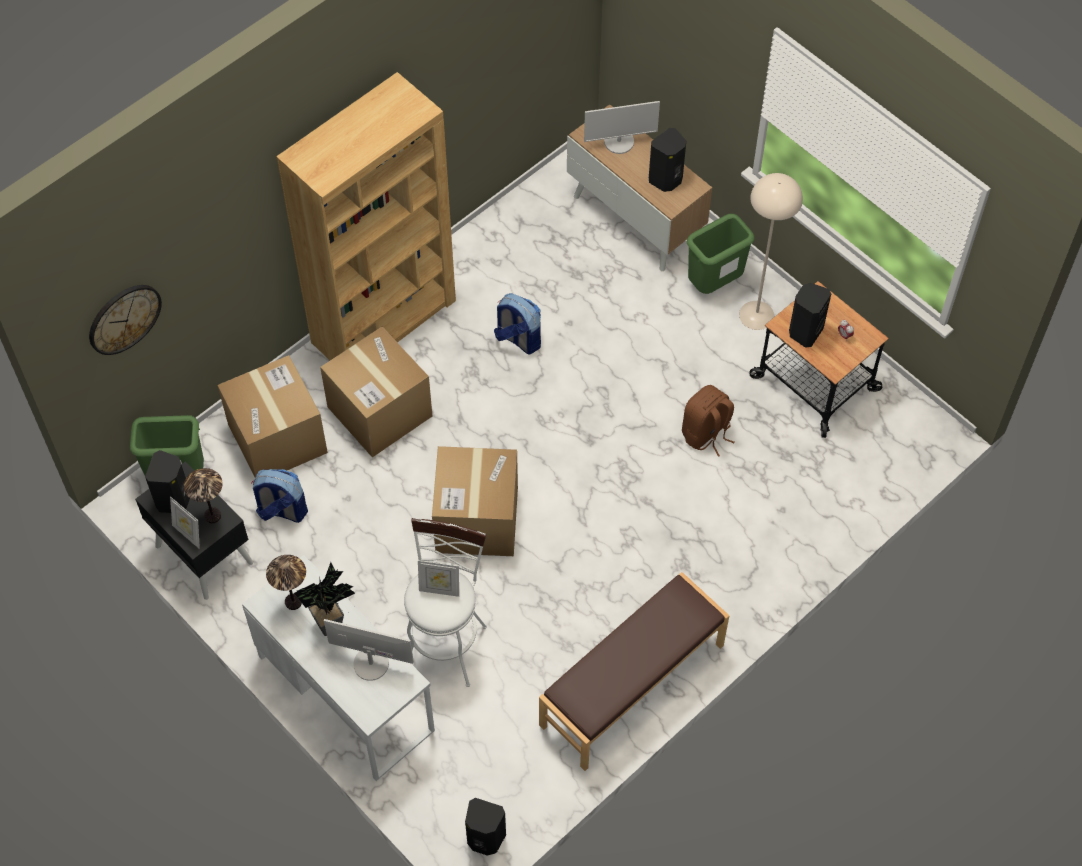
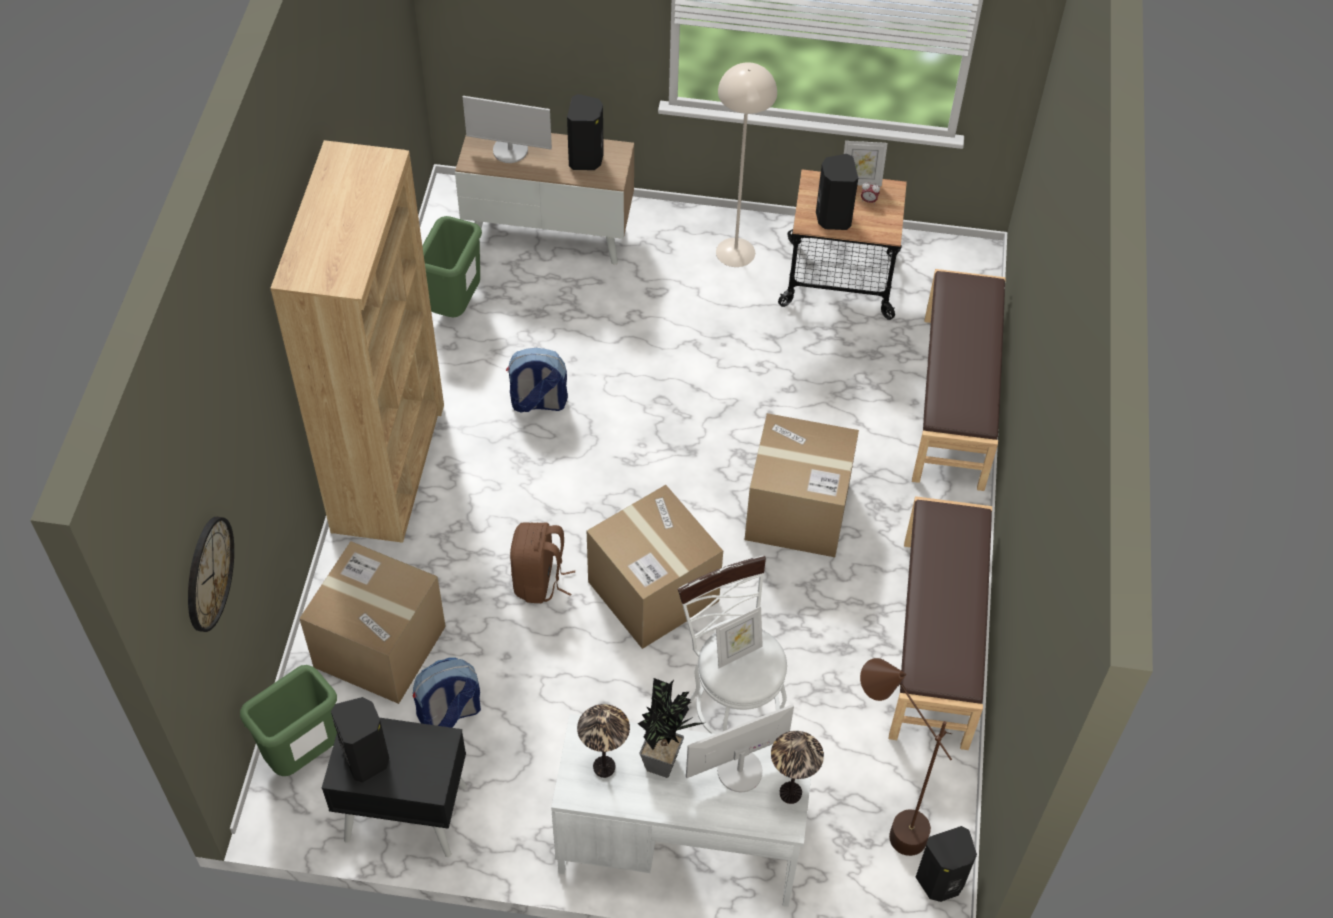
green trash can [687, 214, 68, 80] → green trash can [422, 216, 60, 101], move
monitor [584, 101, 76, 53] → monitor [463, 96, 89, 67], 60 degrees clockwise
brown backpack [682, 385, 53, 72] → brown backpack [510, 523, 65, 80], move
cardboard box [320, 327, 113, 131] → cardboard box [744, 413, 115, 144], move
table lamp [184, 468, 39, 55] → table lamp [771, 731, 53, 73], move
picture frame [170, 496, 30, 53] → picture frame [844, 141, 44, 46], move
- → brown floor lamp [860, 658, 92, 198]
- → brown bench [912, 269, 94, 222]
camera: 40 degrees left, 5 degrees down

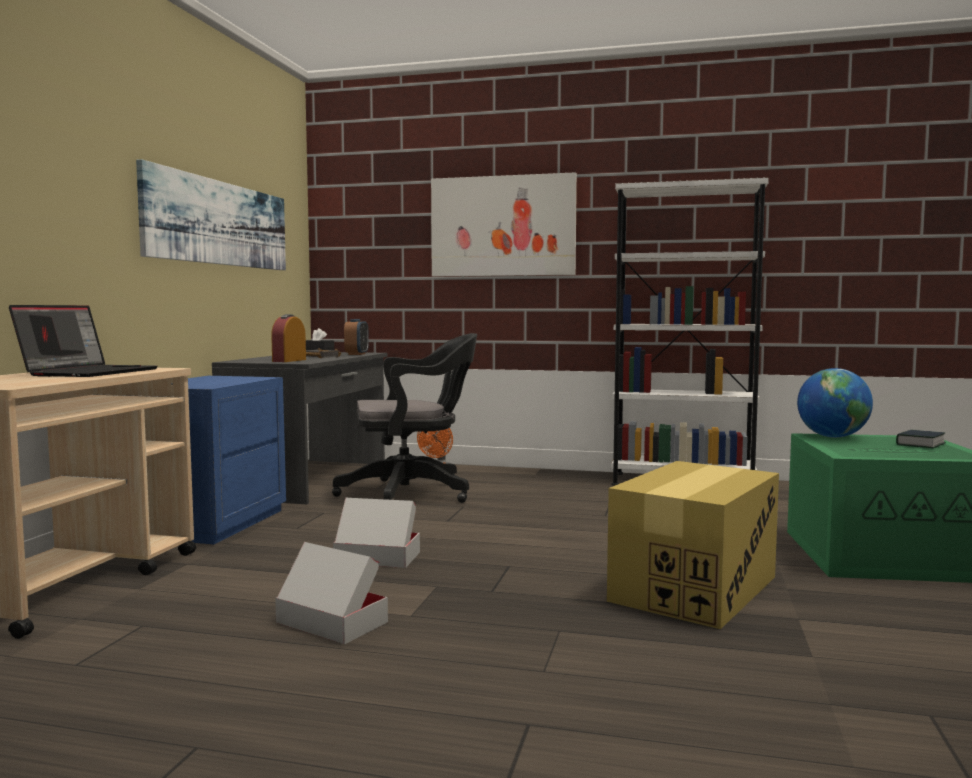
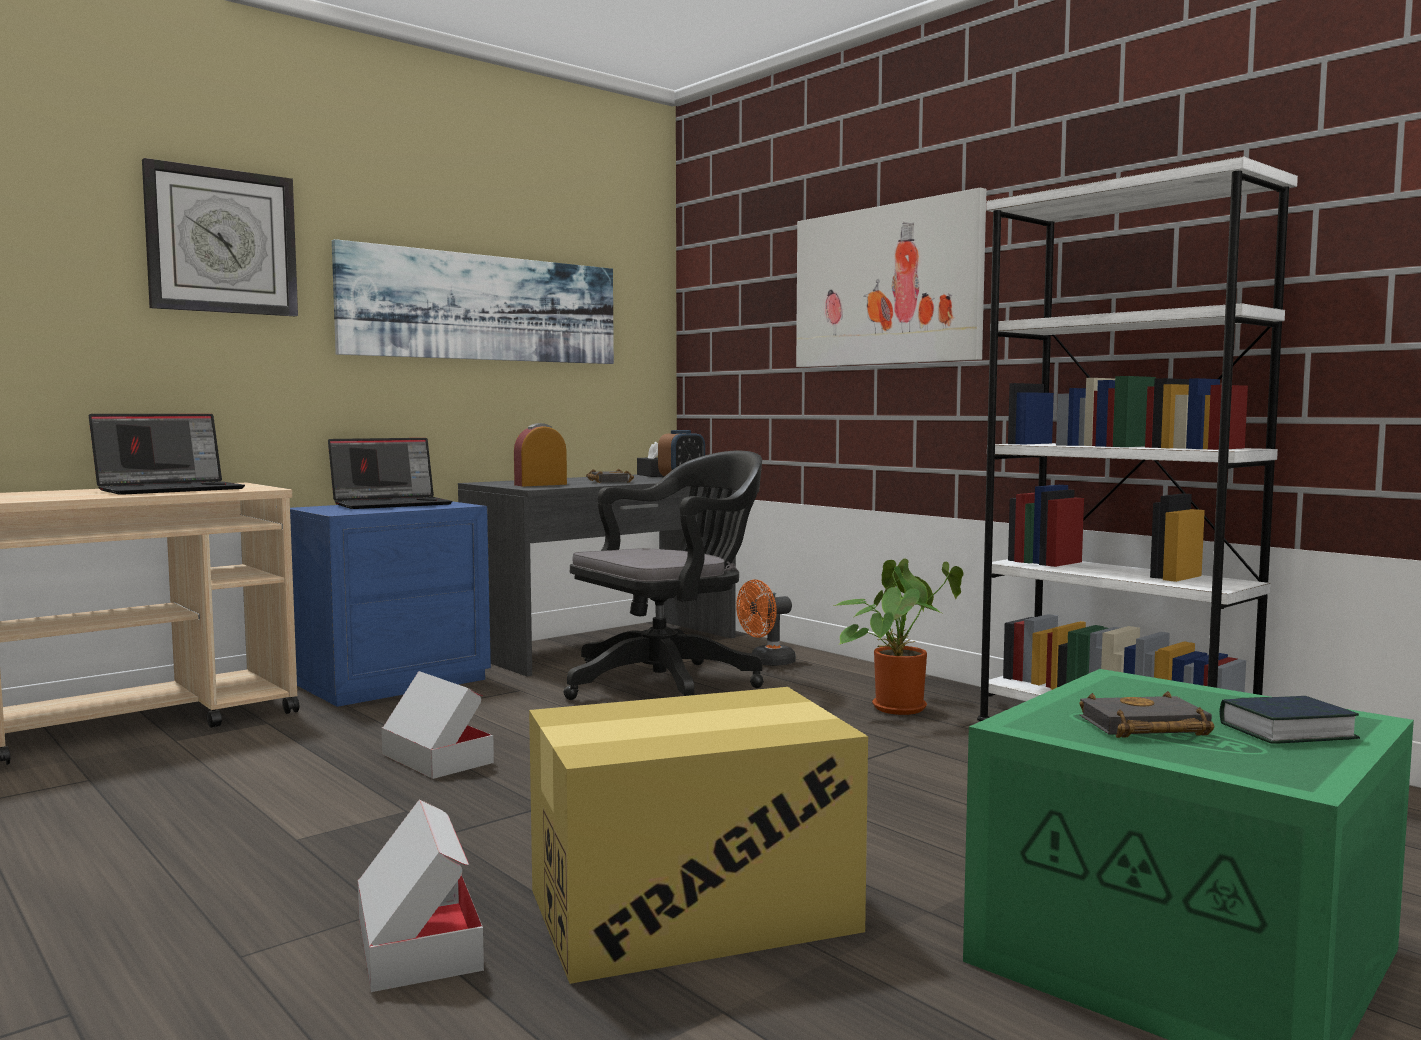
- → wall clock [142, 158, 156, 158]
- → laptop [328, 438, 124, 71]
cardboard box [275, 542, 113, 102] → cardboard box [358, 799, 126, 193], move
black office chair [332, 333, 145, 170] → black office chair [564, 451, 200, 249], 60 degrees counterclockwise
- → potted plant [833, 559, 131, 156]
- → black book [1080, 691, 134, 47]
globe [797, 368, 76, 70] → -
camera: 35 degrees right, 0 degrees up

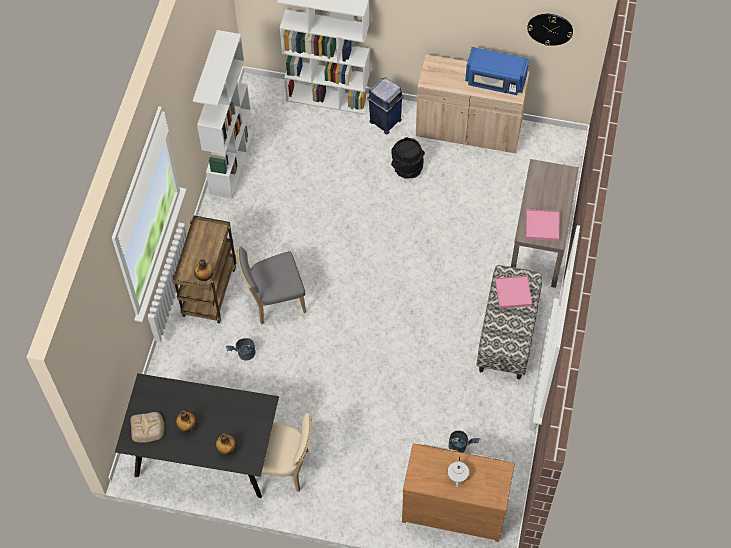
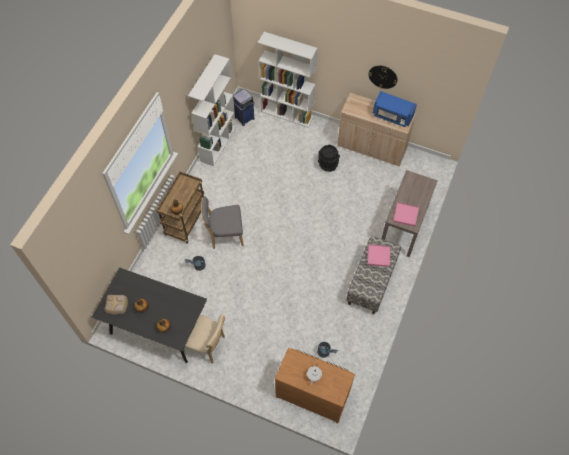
blue trash can [367, 77, 37, 57] → blue trash can [233, 89, 22, 37], move
wall clock [527, 14, 46, 32] → wall clock [369, 65, 28, 24], move
camera: 10 degrees right, 0 degrees up

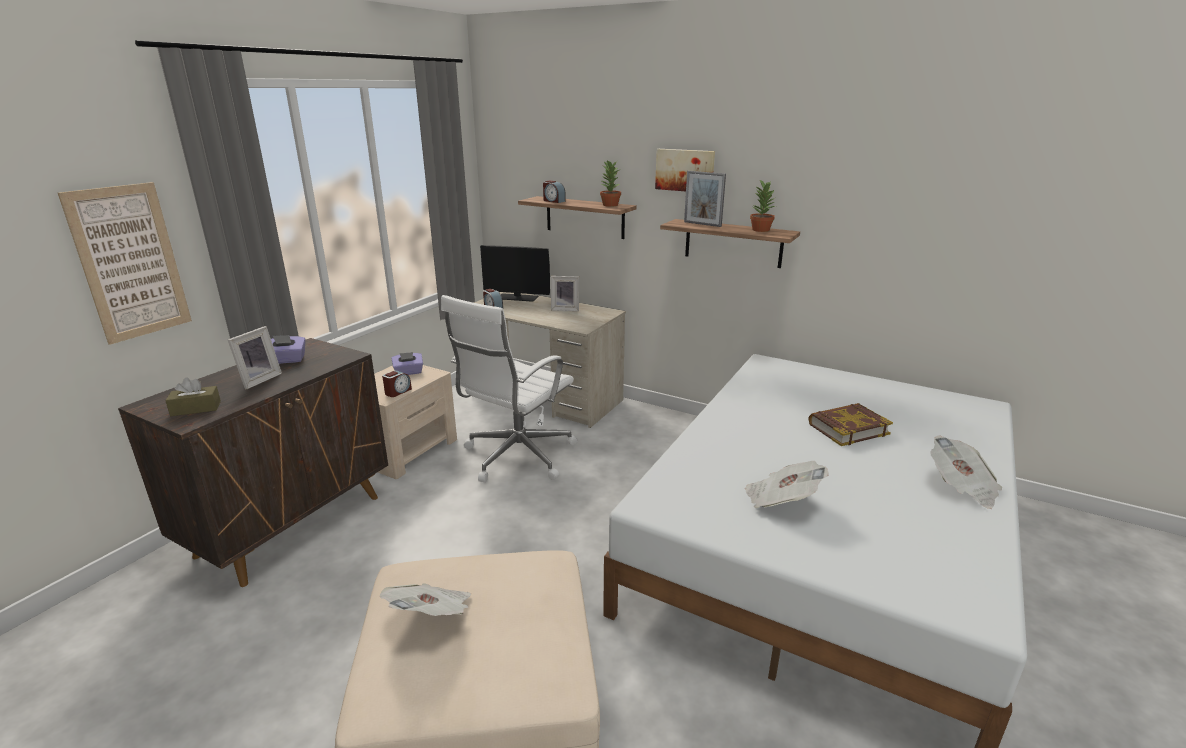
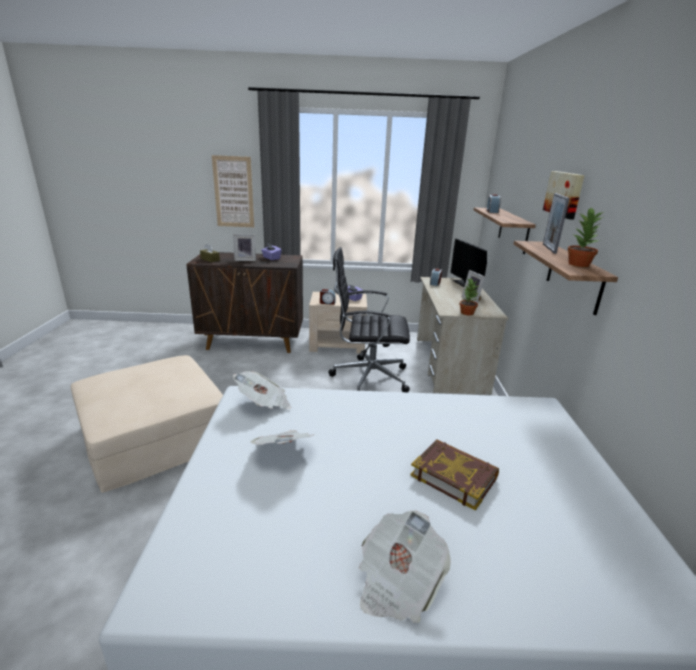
newspaper [380, 583, 91, 33] → newspaper [233, 371, 58, 38], move
white office chair [441, 295, 137, 187] → black office chair [328, 247, 82, 145]
potted plant [600, 160, 21, 47] → potted plant [460, 279, 18, 36], move
camera: 60 degrees right, 0 degrees up

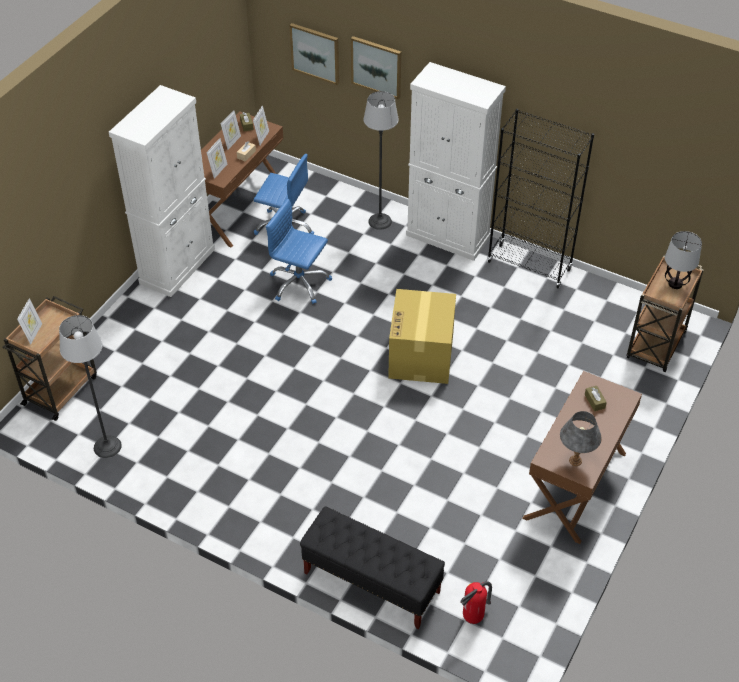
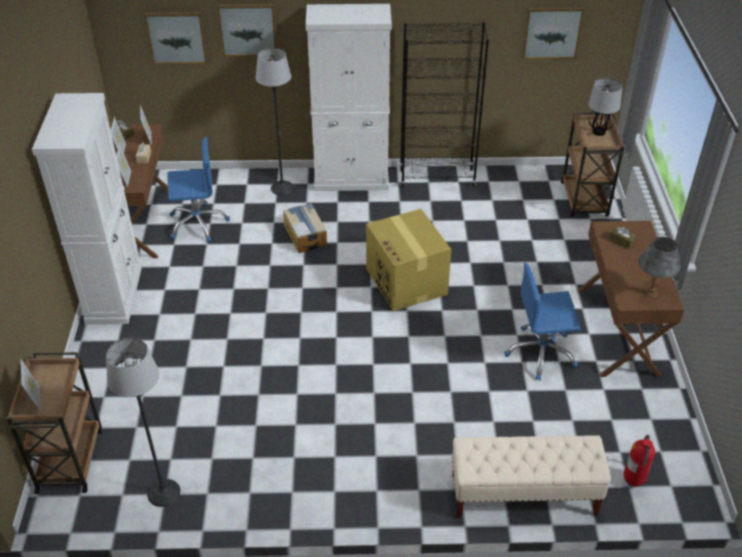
- → cardboard box [283, 203, 44, 50]
black bench [300, 506, 145, 123] → beige bench [452, 435, 159, 83]
blue office chair [266, 199, 66, 105] → blue office chair [504, 263, 78, 117], move
- → picture [522, 7, 62, 53]
camera: 30 degrees left, 5 degrees down

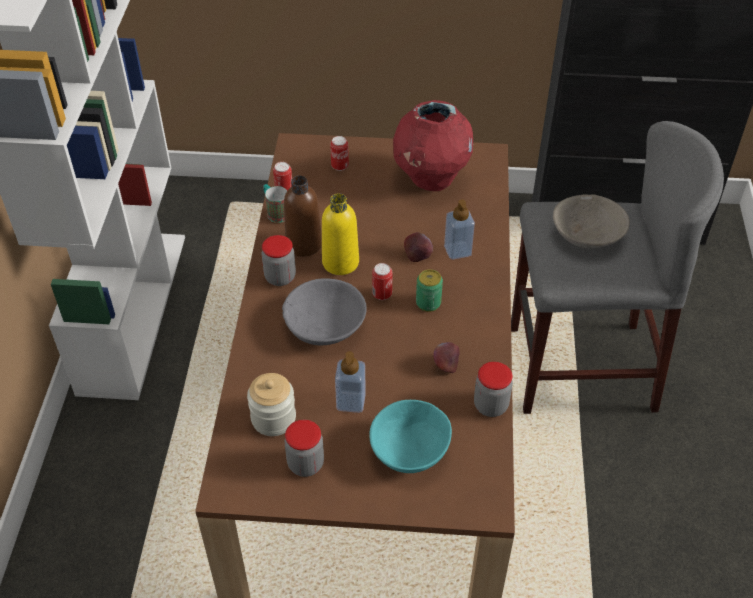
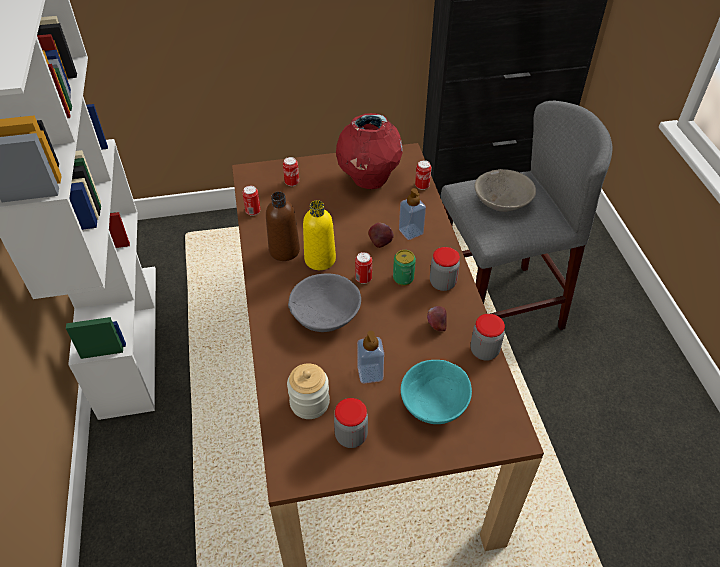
- → can [415, 160, 16, 30]
jar [261, 235, 35, 51] → jar [430, 247, 30, 44], move
mug [263, 184, 24, 39] → -
camera: 15 degrees left, 0 degrees up

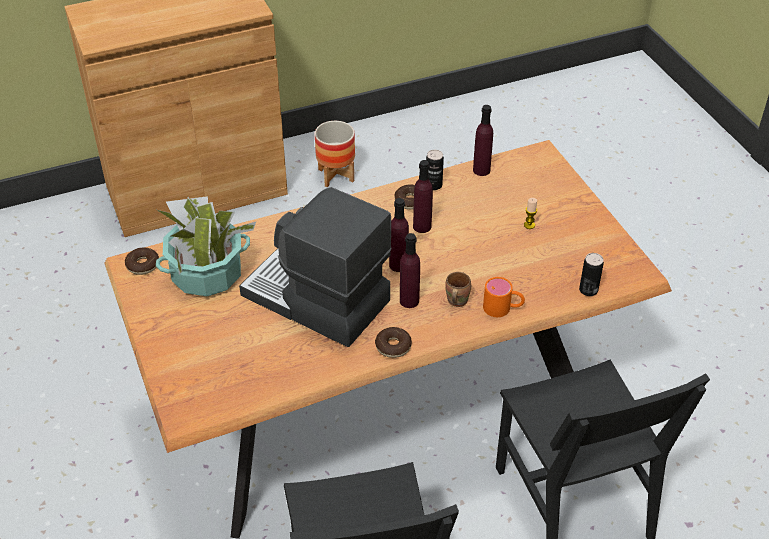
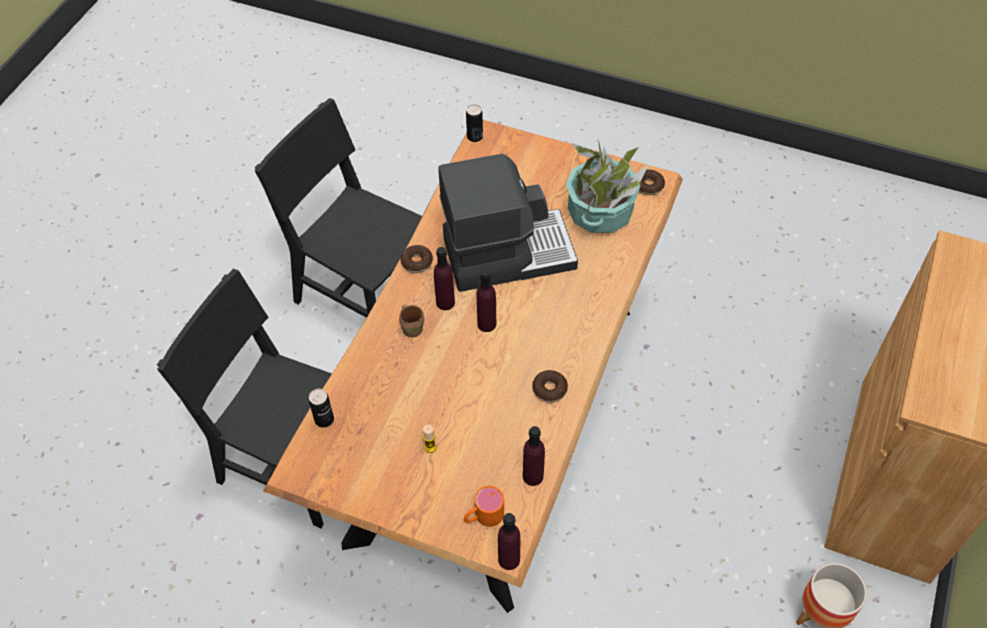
orange mug [483, 277, 42, 40] → orange mug [464, 486, 40, 41], move
can [426, 150, 18, 40] → can [466, 104, 17, 38], move
purple bottle [413, 160, 20, 73] → purple bottle [498, 513, 22, 57], move
camera: 135 degrees right, 10 degrees up

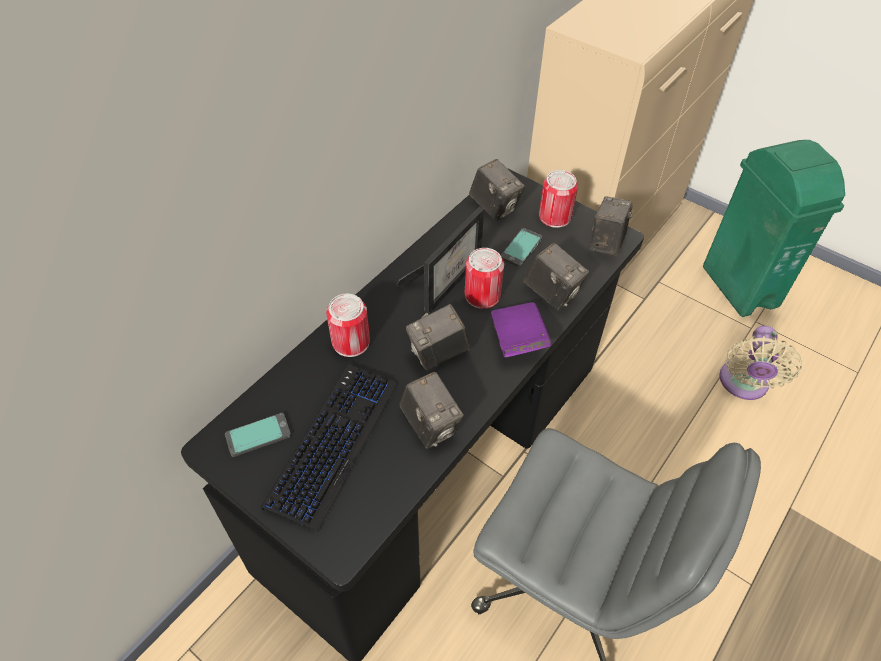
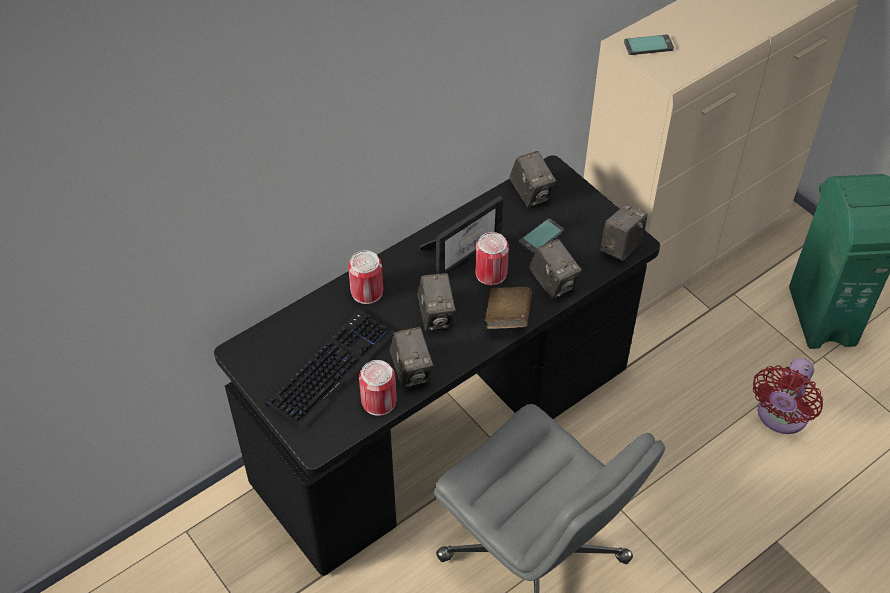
can [539, 170, 39, 58] → can [359, 360, 38, 56], move
photo camera [406, 304, 64, 66] → photo camera [417, 273, 39, 58], 90 degrees counterclockwise
purple book [491, 302, 60, 55] → brown book [485, 287, 47, 42]
phone [225, 413, 66, 44] → phone [624, 35, 50, 20], move
beige fan [720, 326, 82, 74] → red fan [753, 358, 70, 76]
camera: 15 degrees right, 0 degrees up

